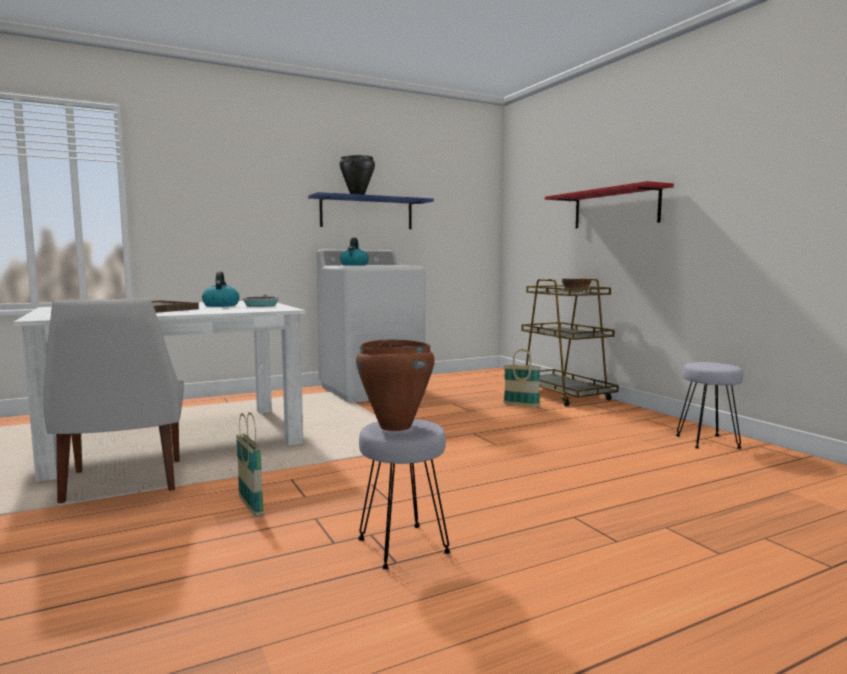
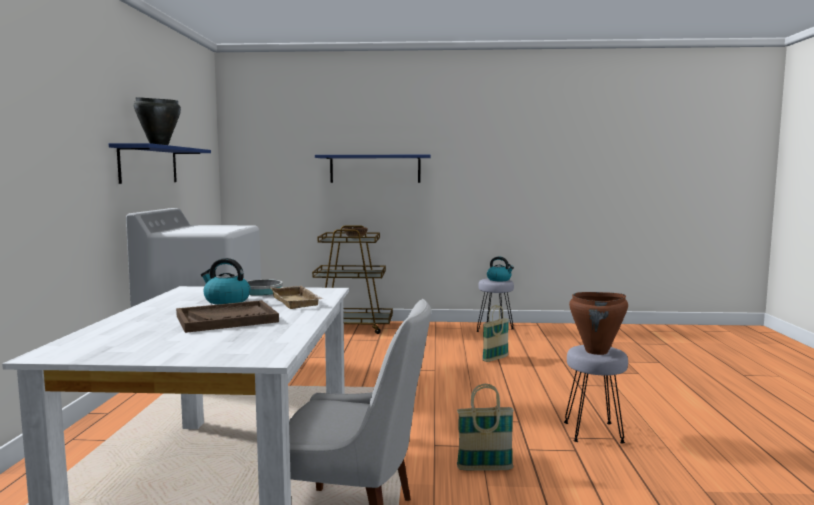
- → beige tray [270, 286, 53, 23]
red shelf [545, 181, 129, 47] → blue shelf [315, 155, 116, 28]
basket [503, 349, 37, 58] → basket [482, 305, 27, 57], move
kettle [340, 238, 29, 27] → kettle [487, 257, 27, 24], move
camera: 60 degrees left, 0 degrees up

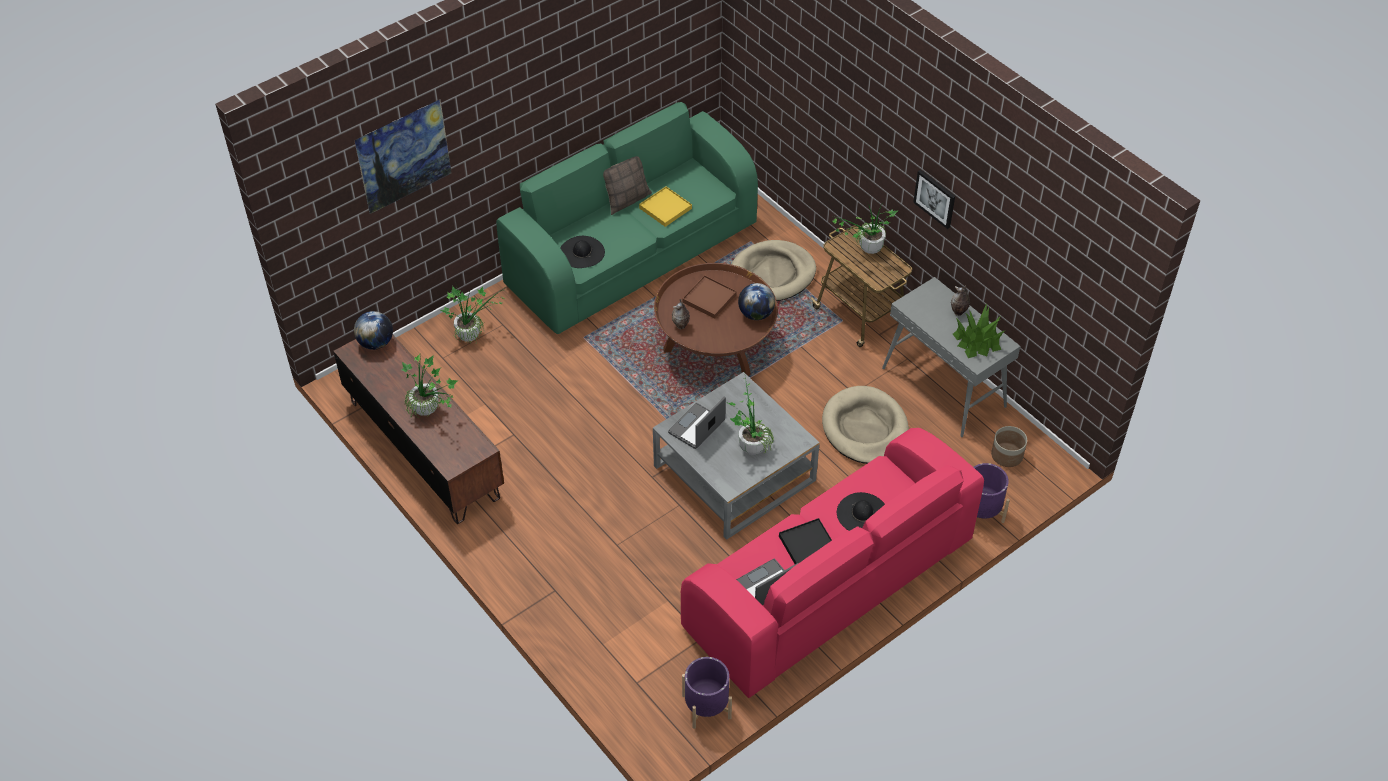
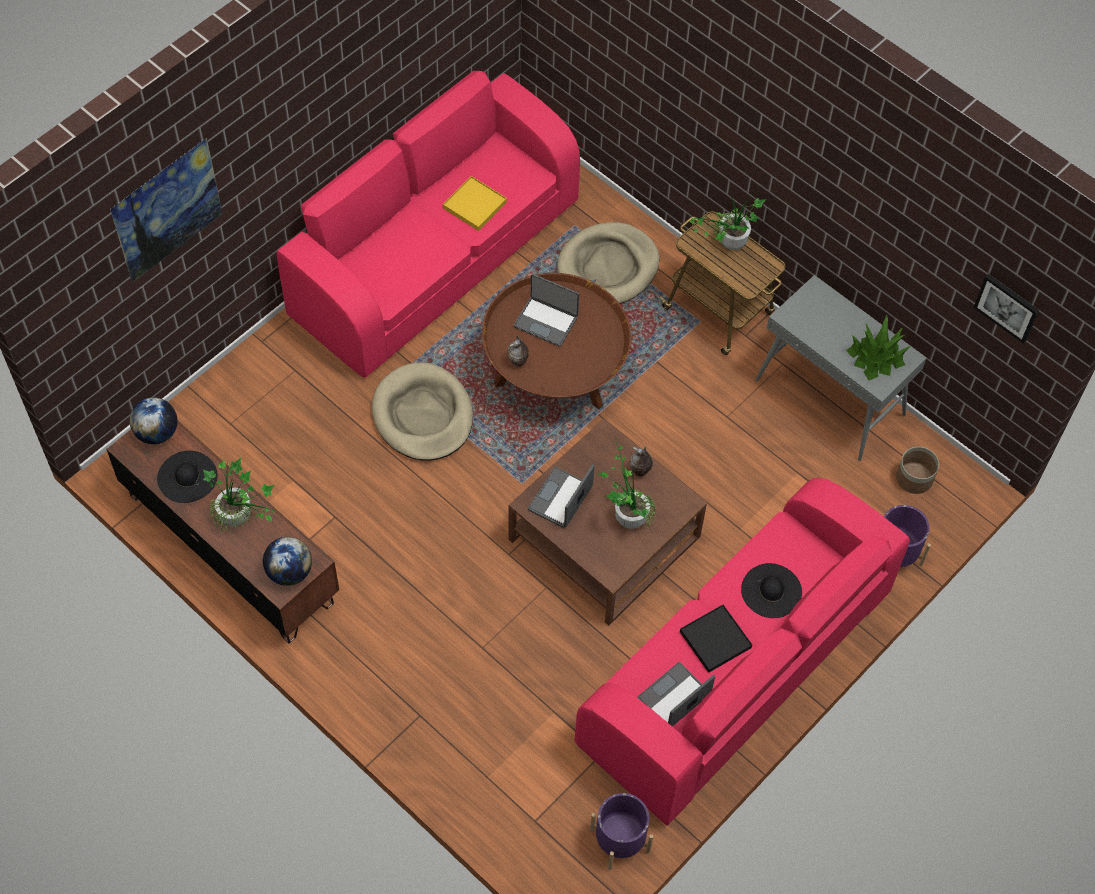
black hat [560, 236, 45, 32] → black hat [157, 451, 61, 52], move
globe [738, 283, 37, 37] → globe [263, 537, 49, 49], move
green sofa [496, 102, 262, 232] → pink sofa [277, 71, 303, 306]
beige dog bed [822, 386, 87, 78] → beige dog bed [372, 363, 101, 98], move
grey coffee table [653, 372, 167, 168] → brown coffee table [508, 419, 199, 207]
brown tray [683, 275, 54, 43] → laptop [513, 274, 66, 73]
vase [951, 285, 19, 31] → vase [630, 446, 23, 30], move
picture [913, 170, 42, 59] → picture [973, 274, 66, 70], move
potted plant [440, 286, 64, 58] → -
pillow [603, 156, 49, 59] → -
camera: 10 degrees left, 10 degrees up

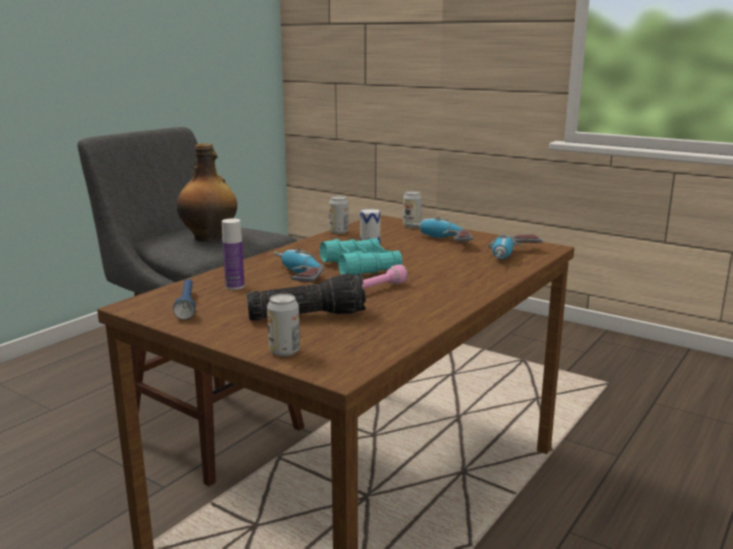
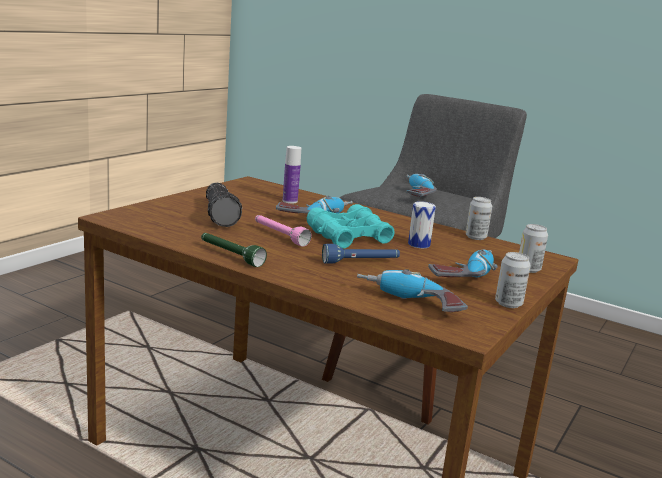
- → green flashlight [201, 233, 66, 34]
blue flashlight [173, 279, 23, 40] → blue flashlight [322, 244, 78, 20], move
bottle [176, 143, 61, 98] → power drill [406, 174, 31, 23]
can [267, 294, 33, 62] → can [495, 252, 36, 56], move
camera: 85 degrees right, 0 degrees up

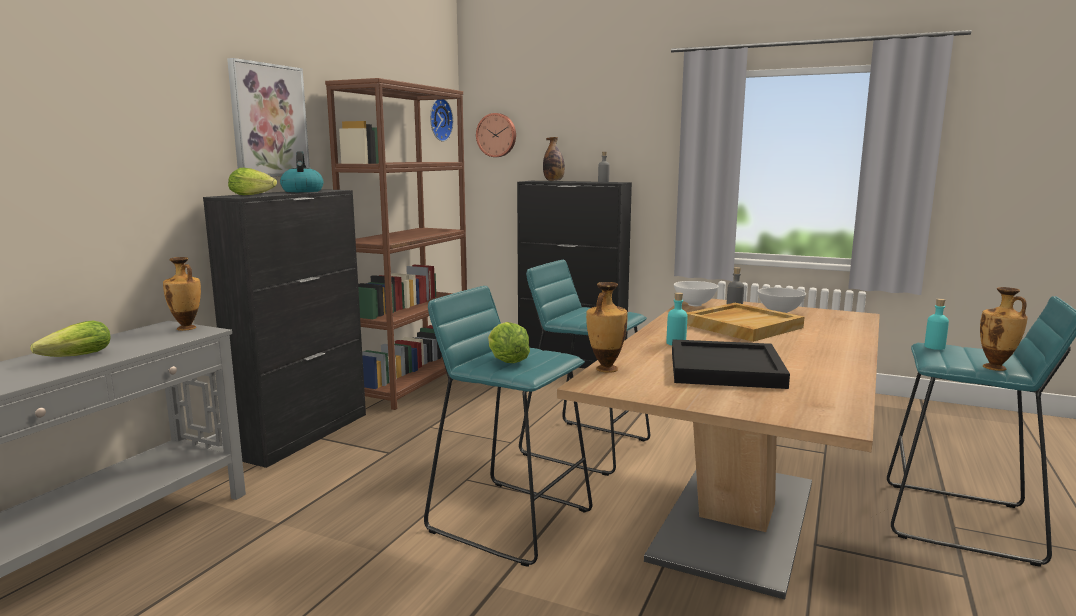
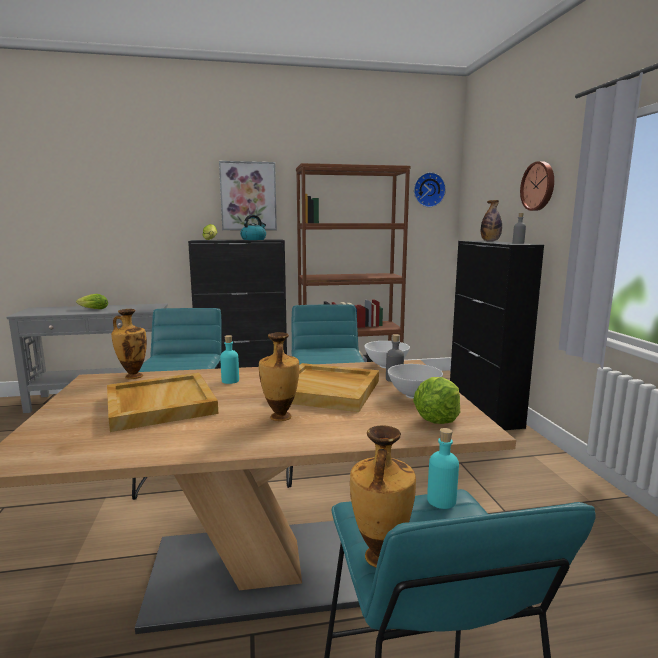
black tray [672, 339, 118, 50] → beige tray [107, 373, 112, 59]
vase [163, 257, 38, 74] → vase [259, 332, 40, 89], move
lettuce [488, 322, 42, 41] → lettuce [413, 377, 47, 47], move
wall clock [476, 113, 40, 44] → wall clock [520, 161, 34, 50], move
camera: 55 degrees right, 0 degrees up

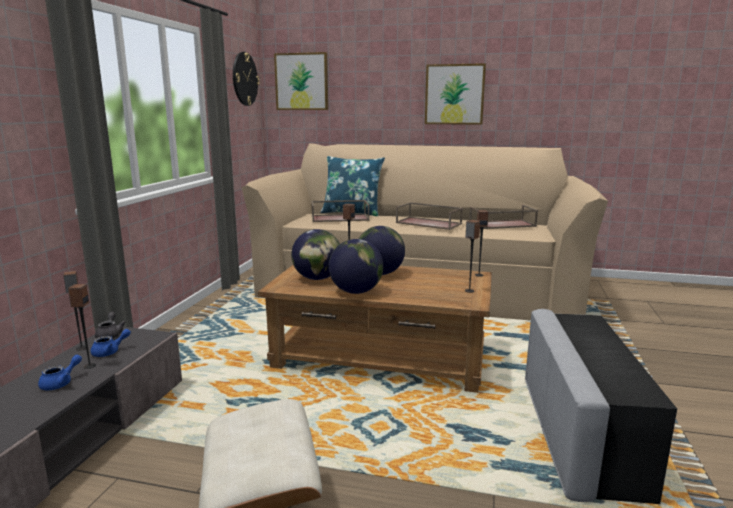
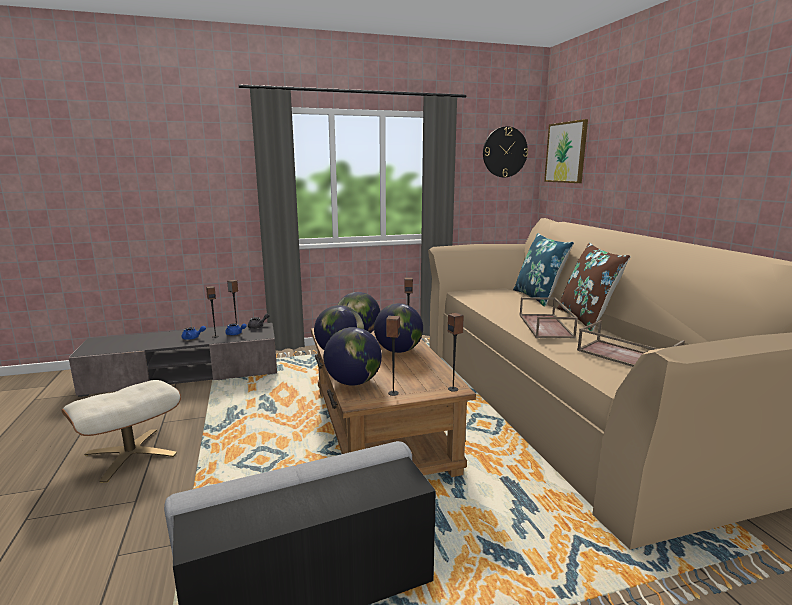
- → globe [324, 327, 58, 59]
- → brown pillow [558, 243, 73, 88]
brown tray [311, 200, 58, 22] → -
picture [425, 63, 61, 62] → -
camera: 60 degrees right, 0 degrees up

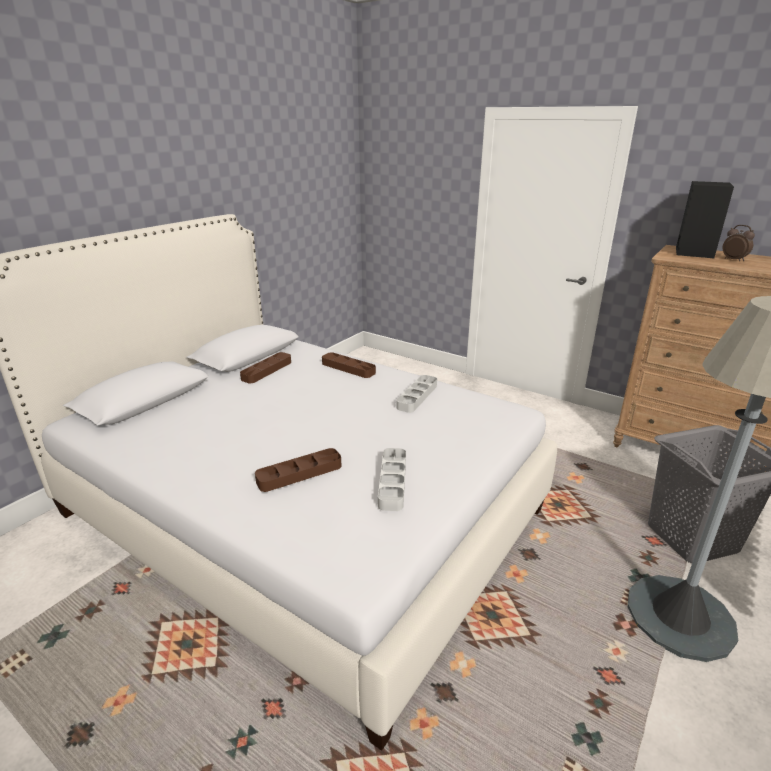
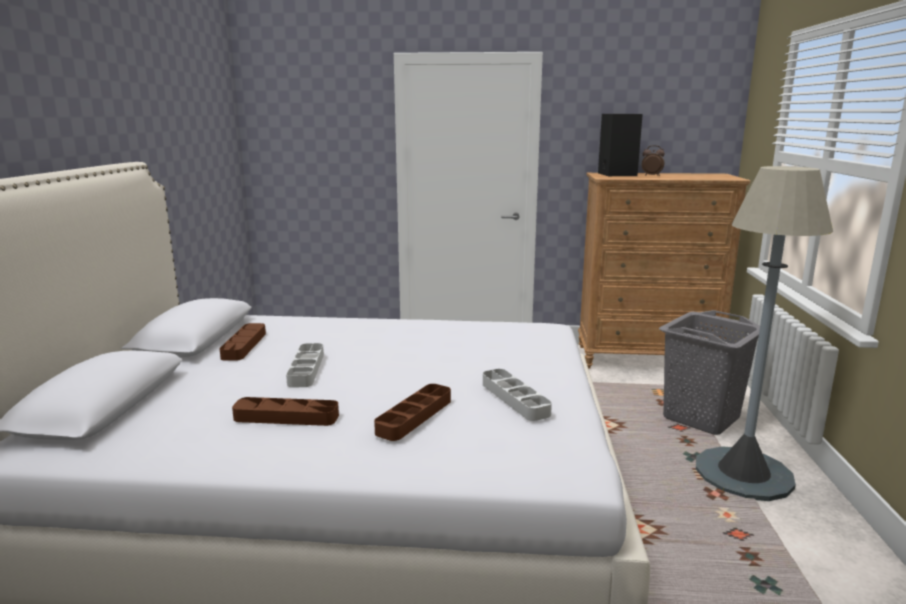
brown tray [322, 352, 54, 26] → brown tray [232, 397, 107, 29], move
grey tray [396, 375, 41, 38] → grey tray [286, 343, 38, 45], move
camera: 30 degrees left, 10 degrees down

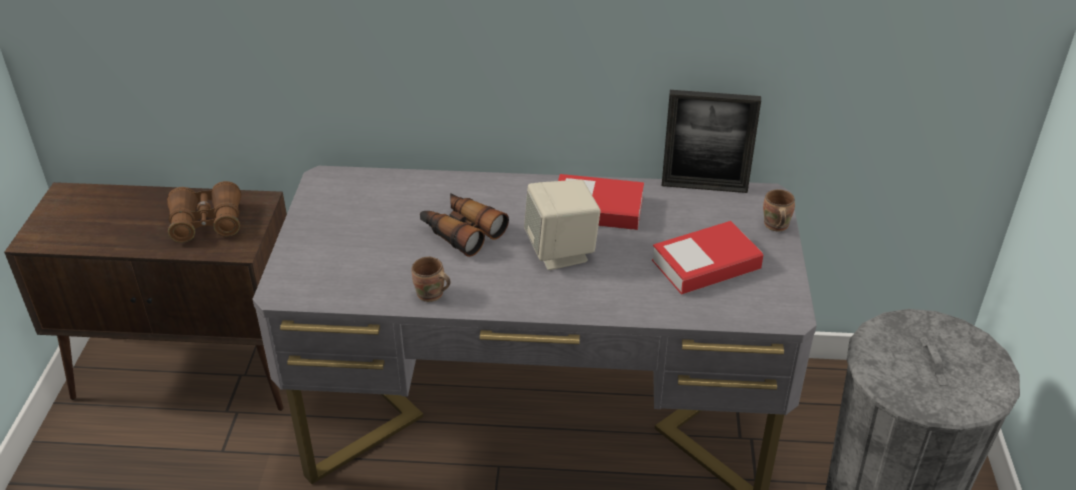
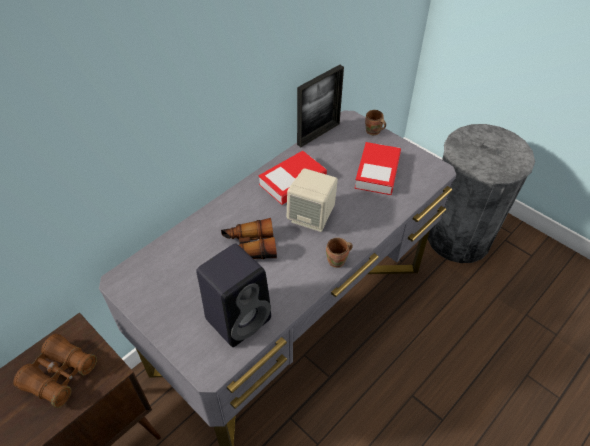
- → black speaker [196, 244, 75, 103]
brown mug [412, 257, 39, 45] → brown mug [326, 238, 27, 30], move
camera: 50 degrees left, 10 degrees up

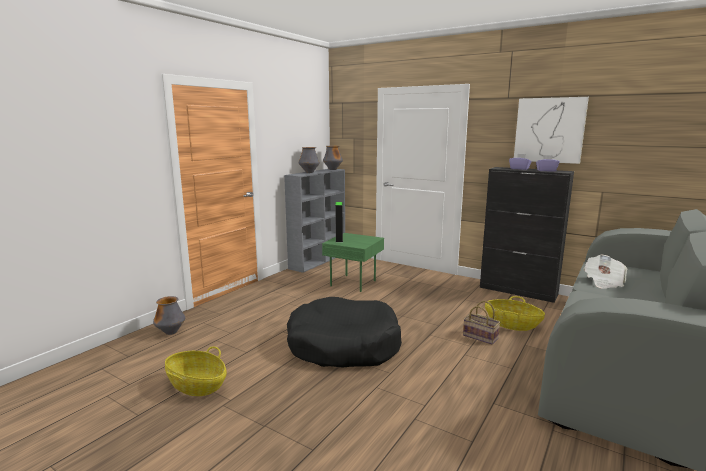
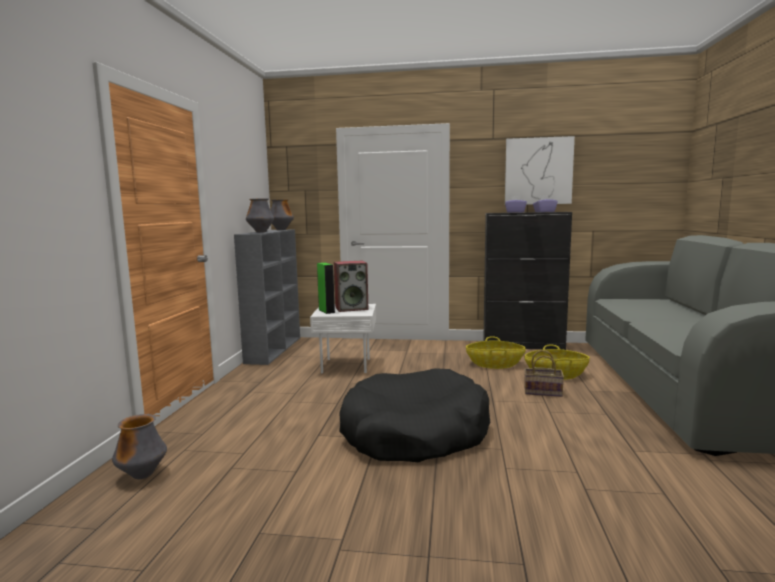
green side table [322, 233, 62, 59] → white side table [310, 304, 66, 69]
- → speaker [334, 261, 34, 51]
basket [165, 346, 62, 50] → basket [466, 336, 60, 33], move
newspaper [584, 255, 43, 34] → -
camera: 25 degrees left, 5 degrees down

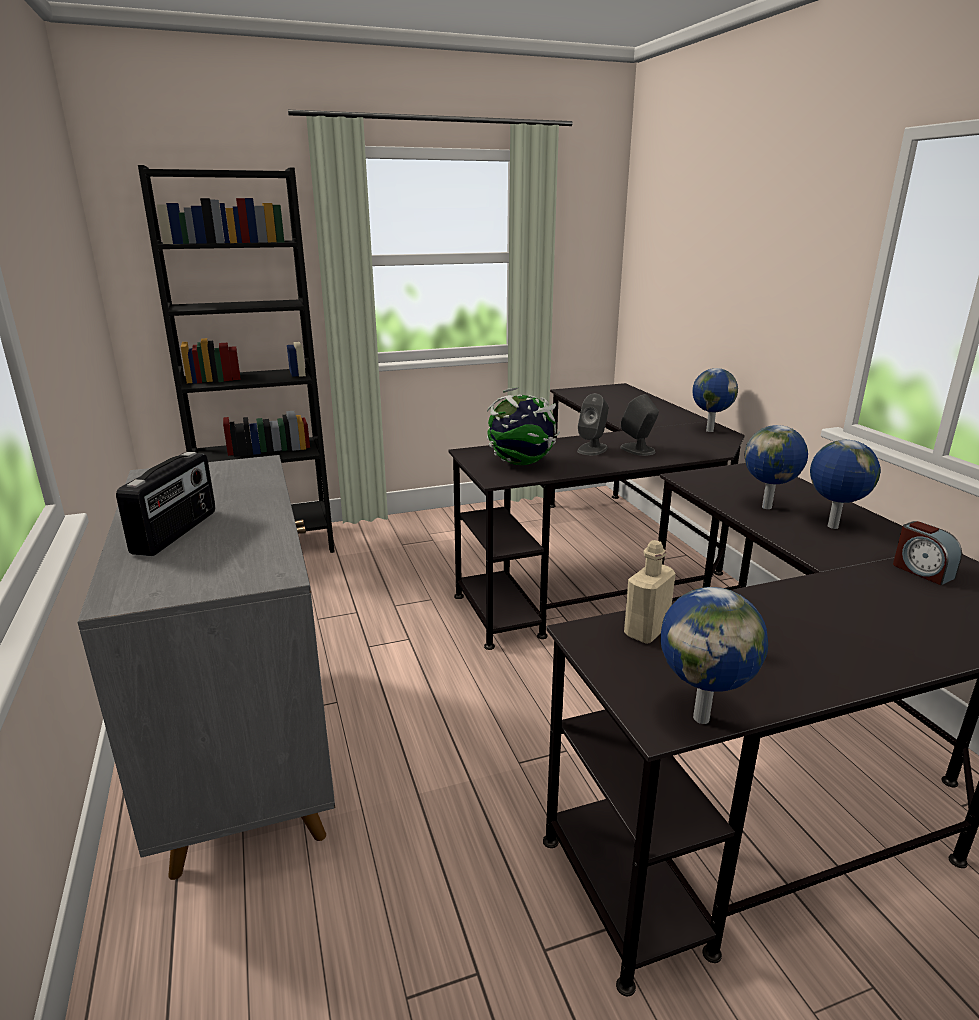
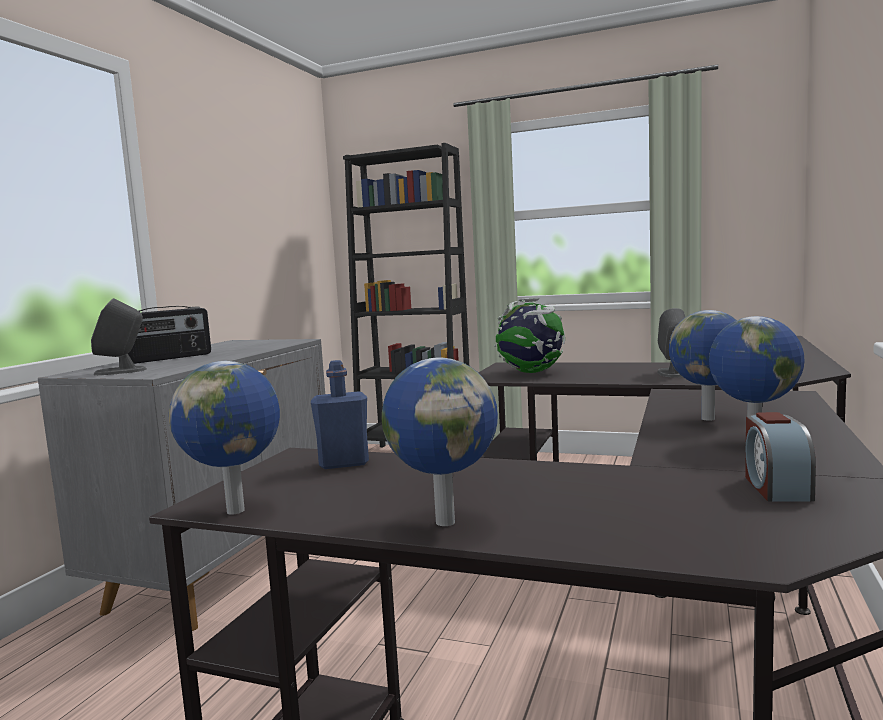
grey speaker [577, 394, 31, 61] → grey speaker [91, 298, 56, 77], move
beige bottle [624, 540, 52, 104] → blue bottle [311, 360, 58, 109]
globe [692, 368, 46, 64] → globe [382, 358, 116, 168], move
camera: 40 degrees right, 15 degrees down

